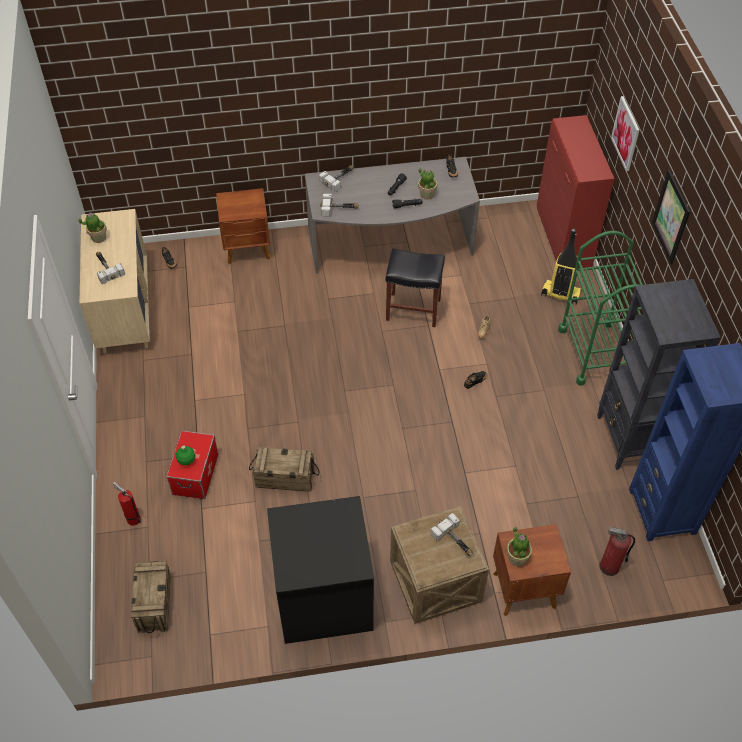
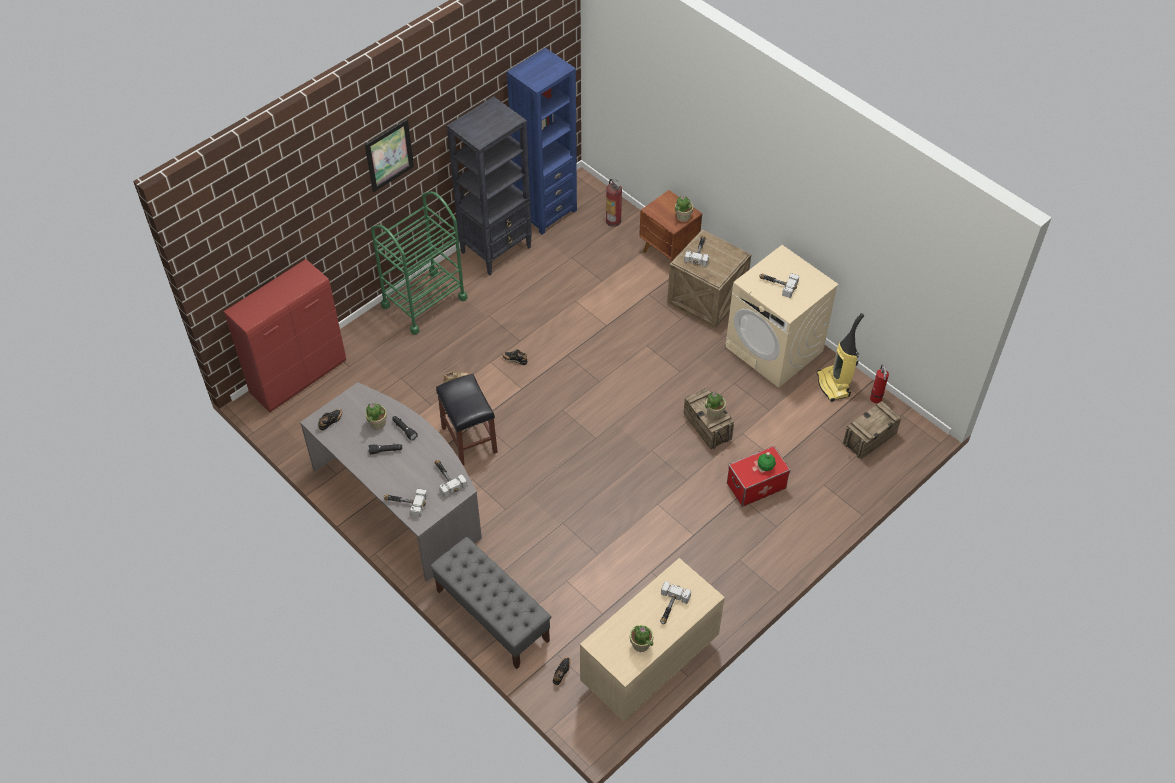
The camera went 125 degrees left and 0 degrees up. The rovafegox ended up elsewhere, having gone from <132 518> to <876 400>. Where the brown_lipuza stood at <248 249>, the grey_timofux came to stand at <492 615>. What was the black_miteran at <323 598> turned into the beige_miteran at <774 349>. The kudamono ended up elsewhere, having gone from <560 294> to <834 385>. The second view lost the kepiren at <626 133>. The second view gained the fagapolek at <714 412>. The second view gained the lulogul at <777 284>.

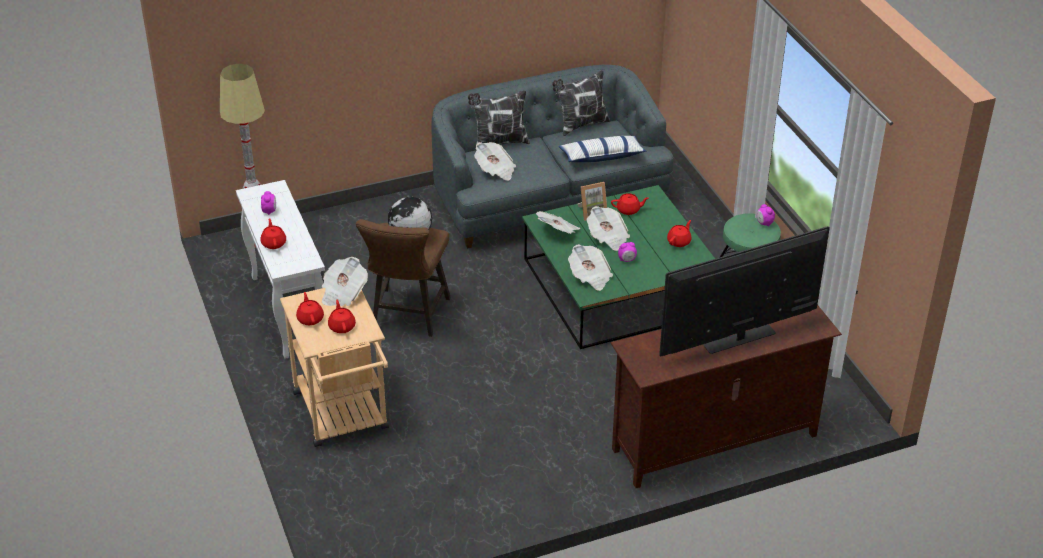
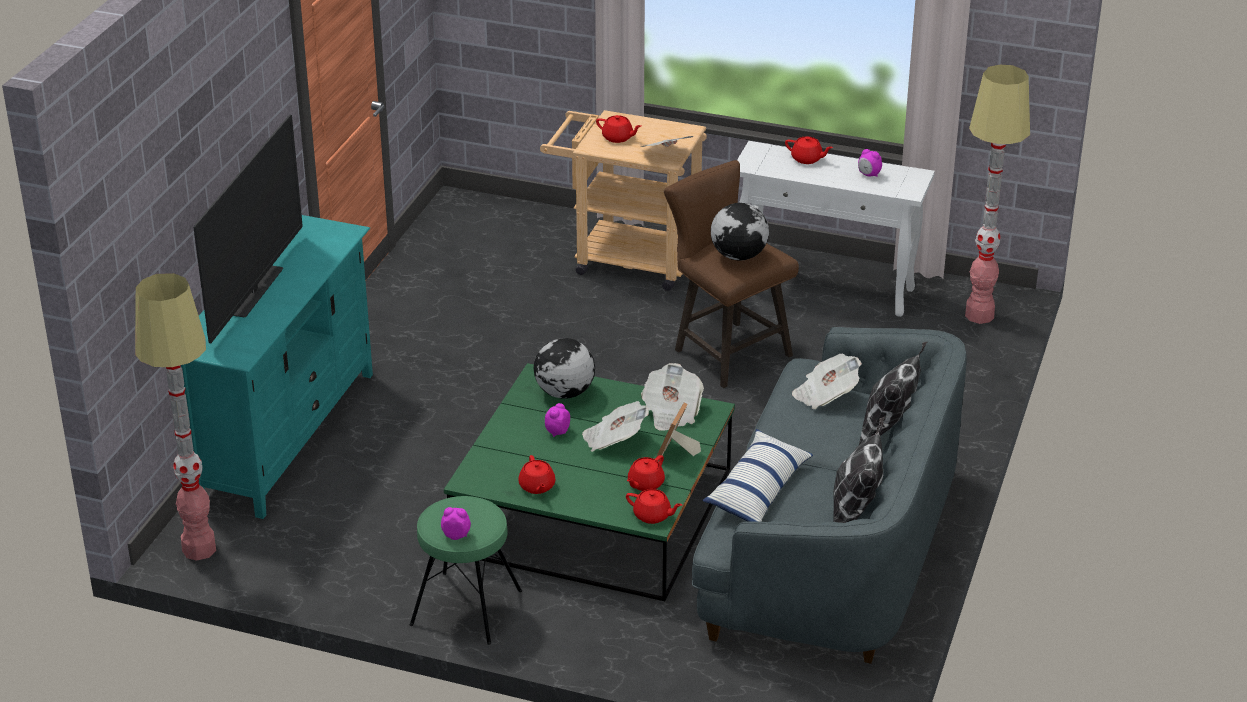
The camera went 130 degrees right and 5 degrees down. The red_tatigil ended up elsewhere, having gone from <310 318> to <653 516>. Where the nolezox stood at <590 277>, the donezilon came to stand at <564 393>. What was the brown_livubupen at <714 443> turned into the turquoise_livubupen at <286 436>. The second view gained the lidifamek at <199 549>.

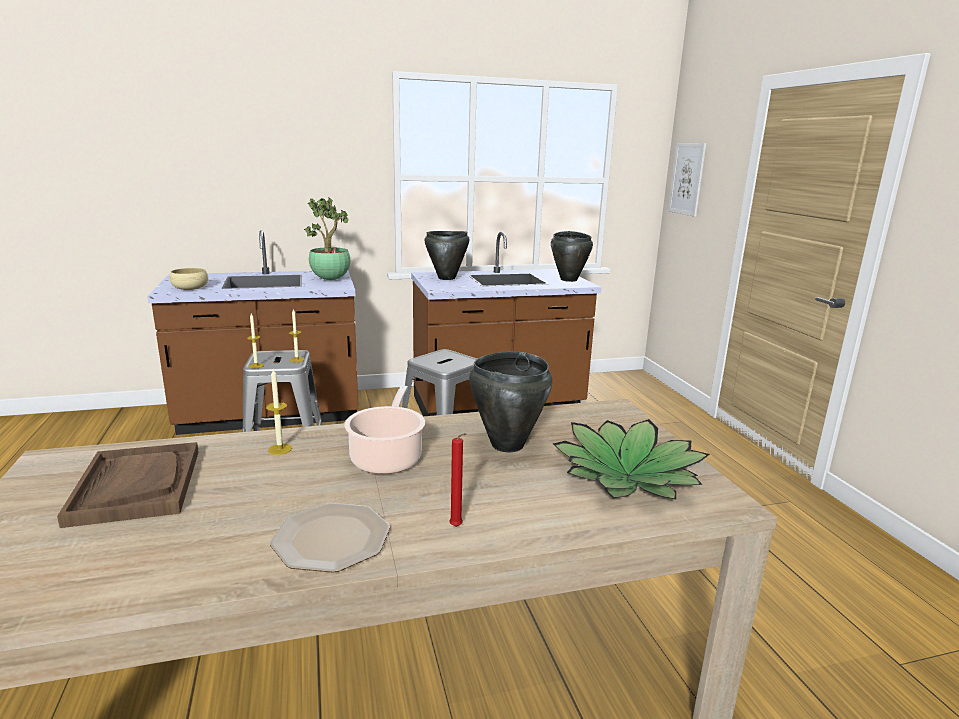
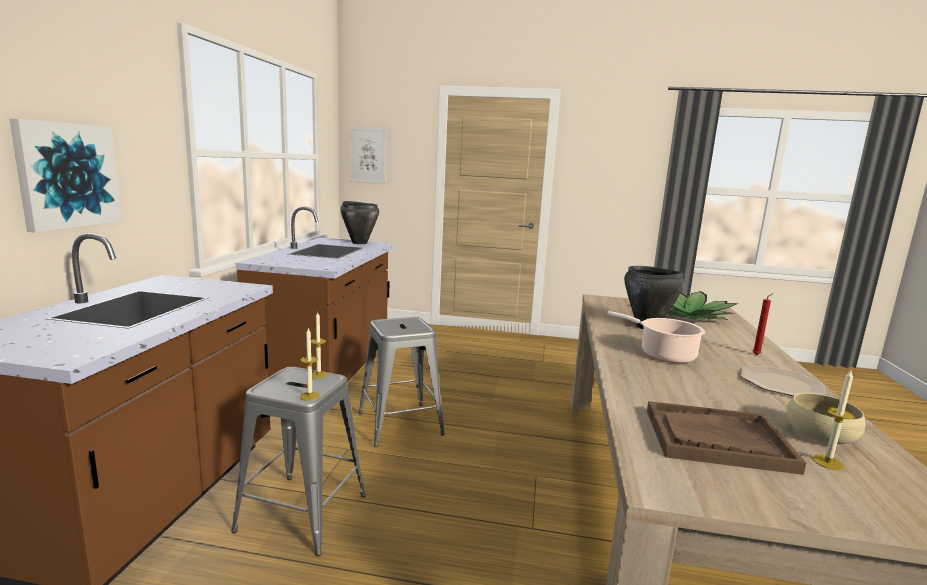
The camera went 65 degrees left and 5 degrees down. The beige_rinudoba ended up elsewhere, having gone from <190 288> to <820 435>. The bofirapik ended up elsewhere, having gone from <280 449> to <827 462>. The second view lost the fagapolek at <331 279>. The second view lost the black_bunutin at <447 278>. The second view gained the kepiren at <68 175>.

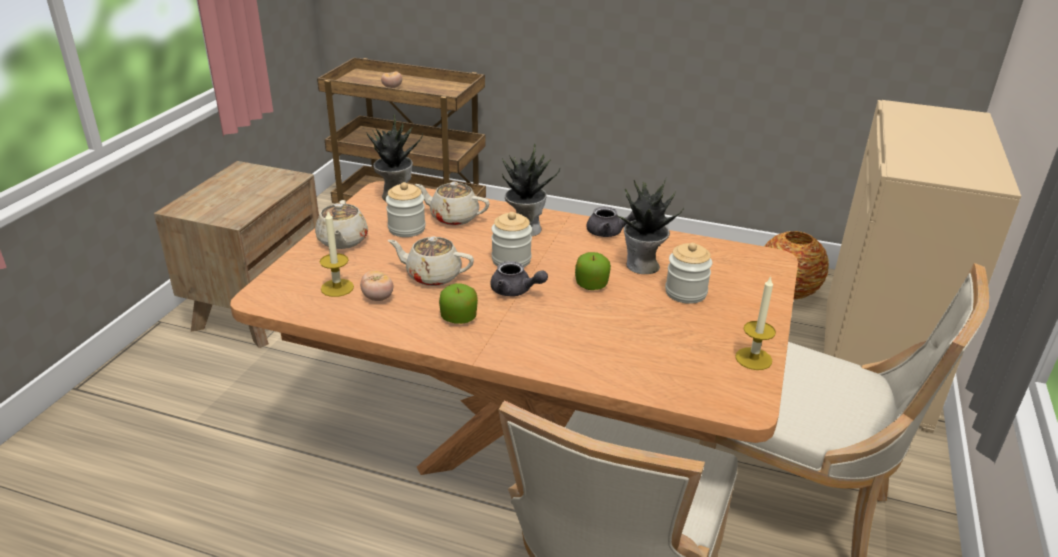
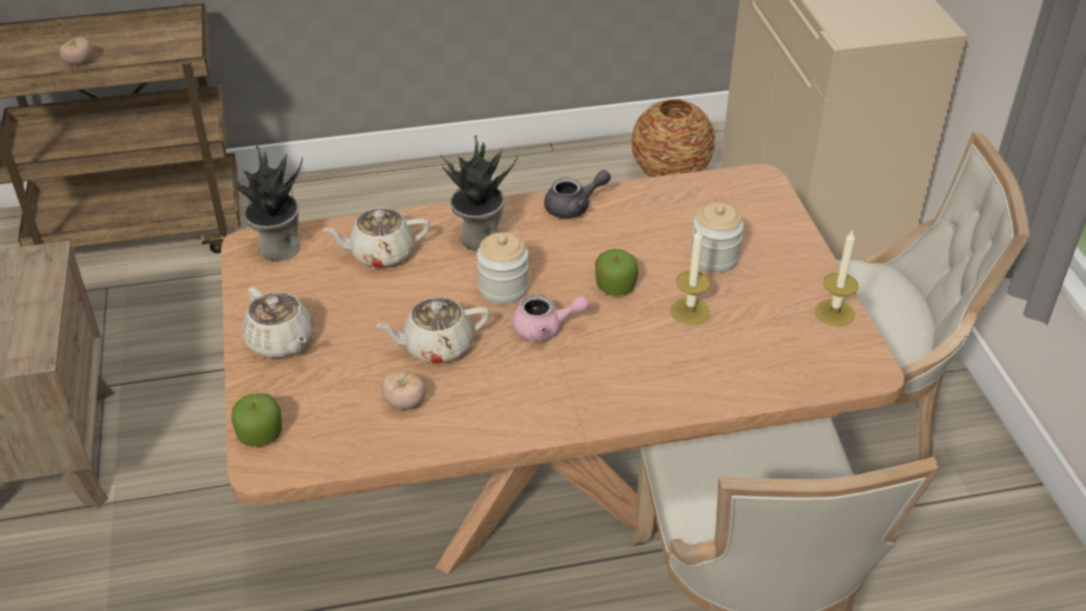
The camera went 30 degrees left and 10 degrees up. The bofirapik ended up elsewhere, having gone from <337 288> to <690 311>. The second view lost the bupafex at <406 229>. The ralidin ended up elsewhere, having gone from <459 318> to <260 434>. What was the grey_tatigil at <515 291> turned into the pink_tatigil at <545 328>. The second view lost the fagapolek at <642 266>.

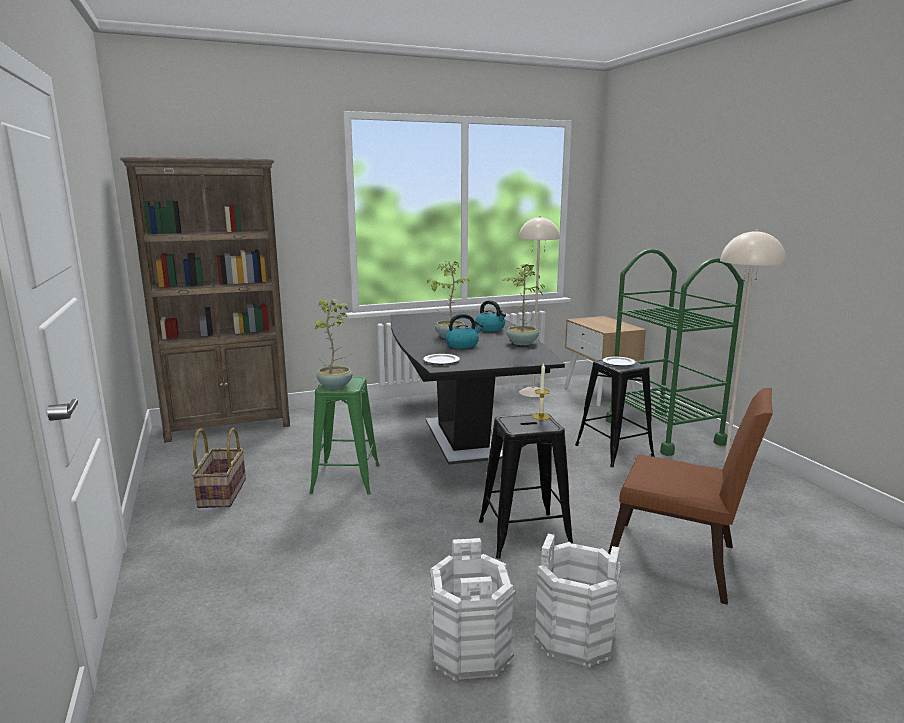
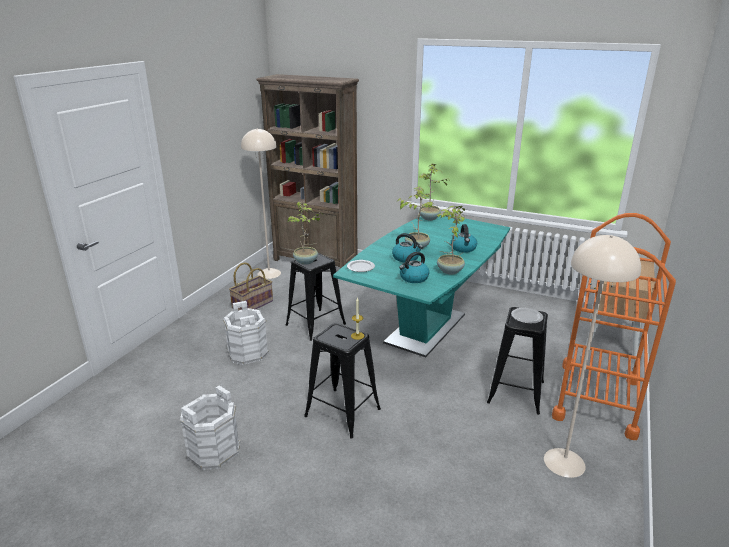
The camera went 45 degrees right and 10 degrees up. What was the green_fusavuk at <346 479> turned into the black_fusavuk at <315 324>. What was the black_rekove at <462 438> turned into the turquoise_rekove at <425 329>. The beige_lidifamek ended up elsewhere, having gone from <533 392> to <269 273>. The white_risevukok ended up elsewhere, having gone from <575 636> to <248 353>. What was the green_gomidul at <663 432> turned into the orange_gomidul at <597 399>. The second view lost the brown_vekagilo at <679 563>. The second view gained the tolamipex at <413 278>. The second view gained the fagapolek at <429 218>.

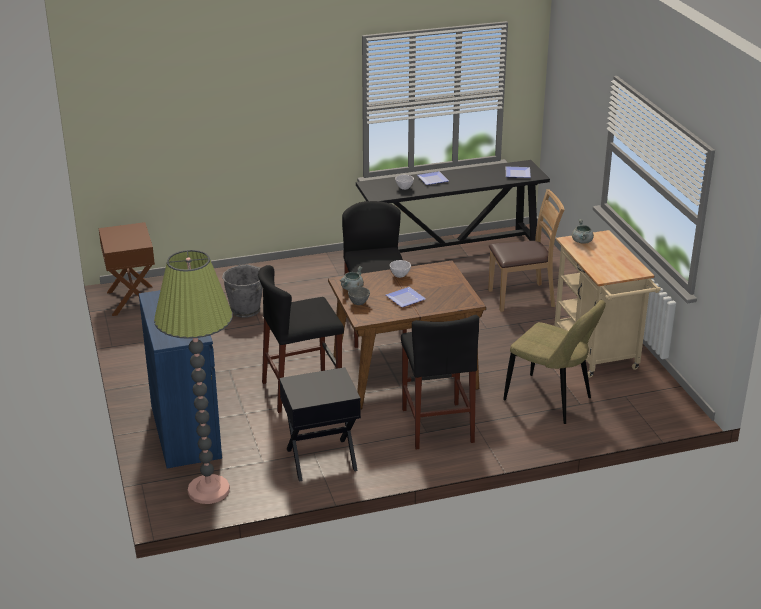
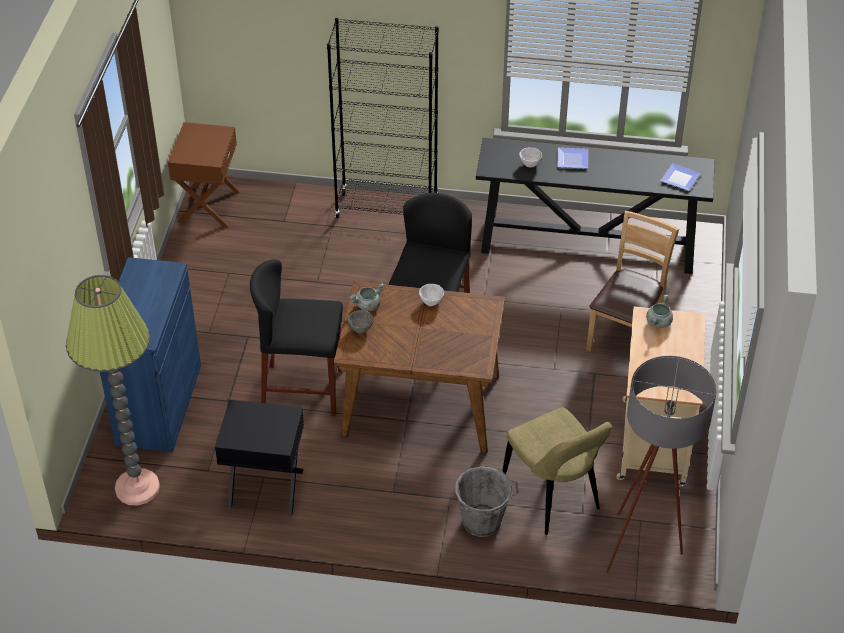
The camera went 25 degrees right and 15 degrees up. The grey_risevukok ended up elsewhere, having gone from <247 310> to <483 521>. The second view lost the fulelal at <407 299>. The second view lost the black_fusavuk at <437 425>. The brown_vekagilo at <522 297> ended up facing another way, 75 degrees counterclockwise from before. The second view gained the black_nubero at <387 210>. The second view gained the grey_lidifamek at <645 549>.

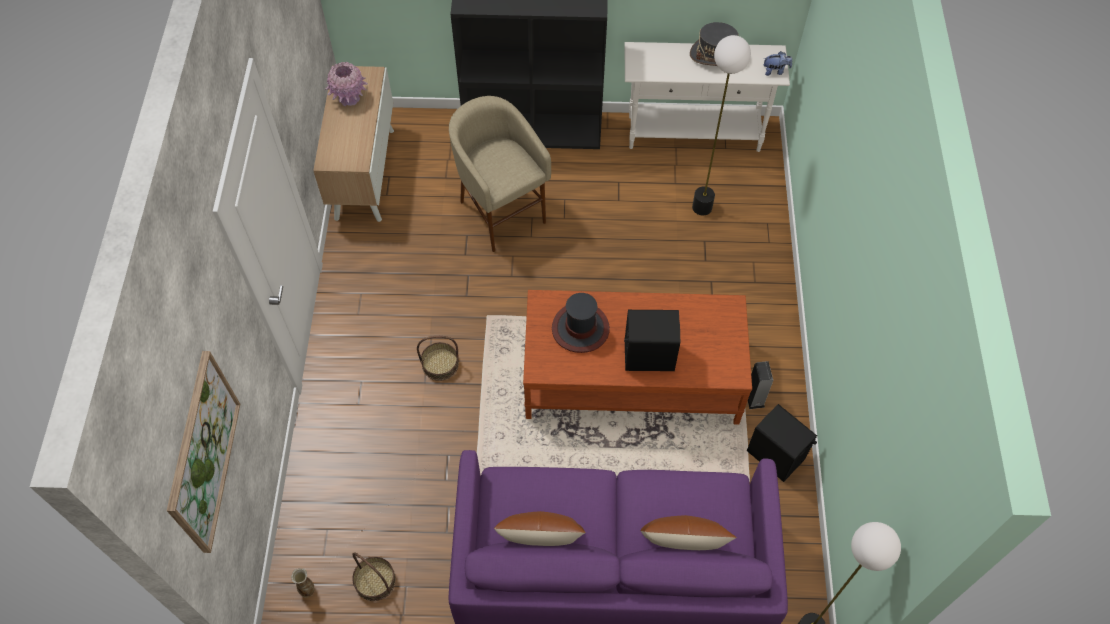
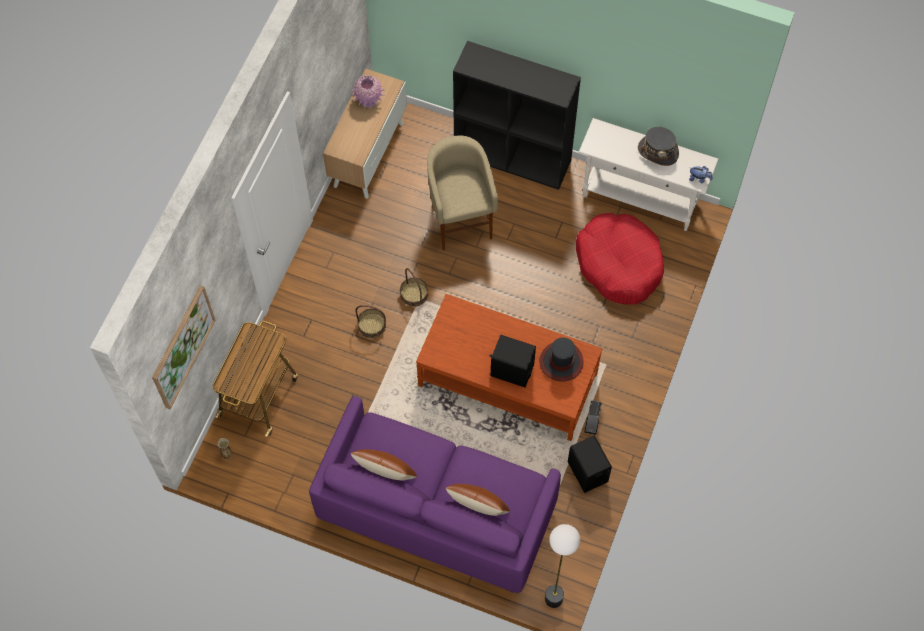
The camera went 20 degrees right and 5 degrees up. The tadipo ended up elsewhere, having gone from <375 581> to <414 294>. The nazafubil ended up elsewhere, having gone from <580 328> to <561 362>. Where the lidifamek stood at <702 207>, the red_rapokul came to stand at <619 264>. The second view gained the gomidul at <259 395>.

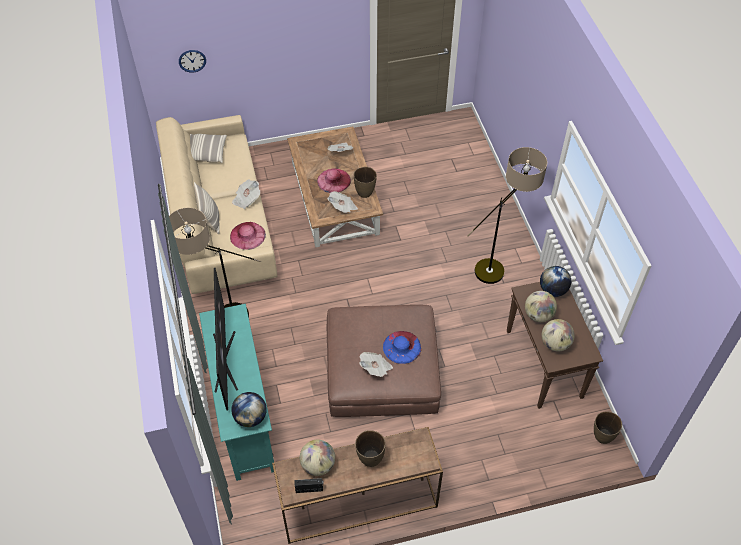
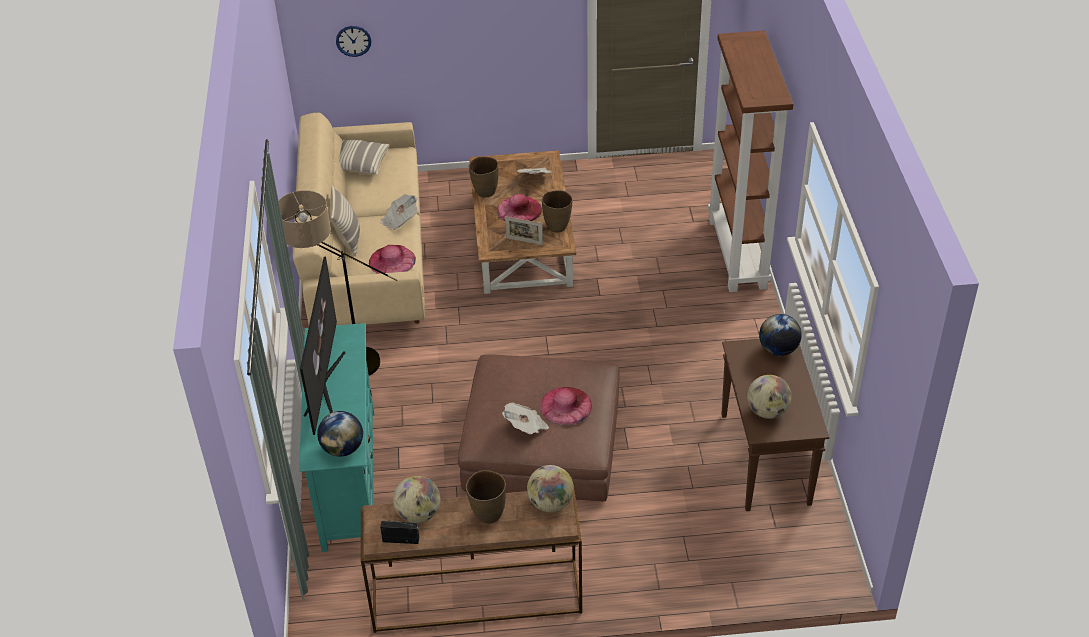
The camera went 10 degrees right and 10 degrees down. Where the nolezox stood at <343 207>, the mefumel came to stand at <524 241>. What was the blue_nazafubil at <402 347> turned into the pink_nazafubil at <566 405>. The second view lost the lidifamek at <499 267>. The donezilon ended up elsewhere, having gone from <538 315> to <550 503>. The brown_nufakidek ended up elsewhere, having gone from <602 437> to <485 192>. The second view gained the brown_nubero at <738 253>.

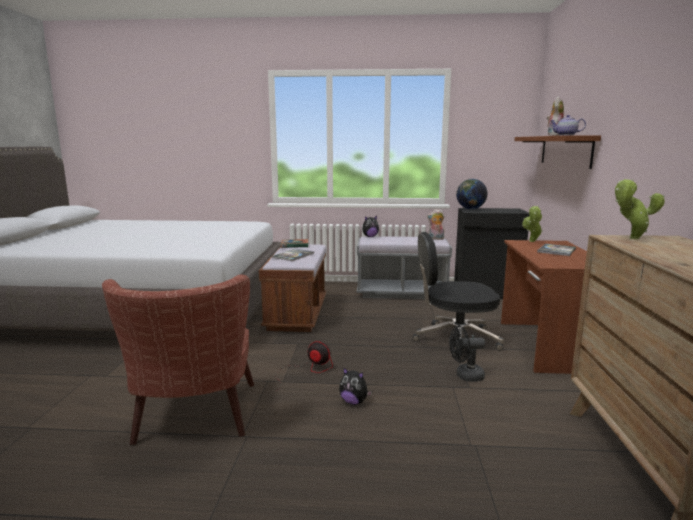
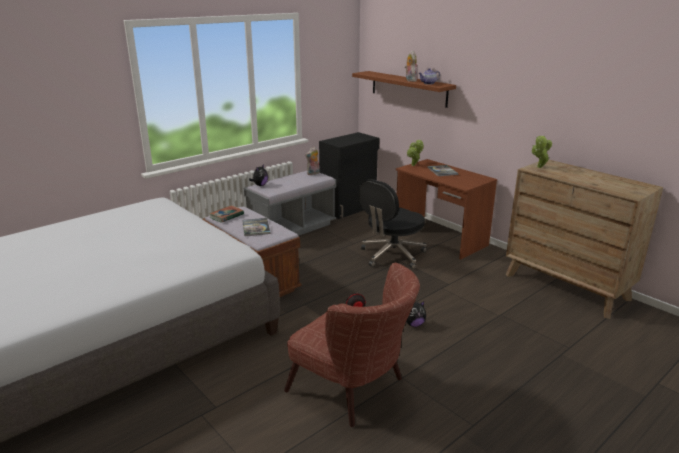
The camera went 45 degrees left and 10 degrees up. The second view lost the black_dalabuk at <465 376>. The second view lost the donezilon at <470 209>.

